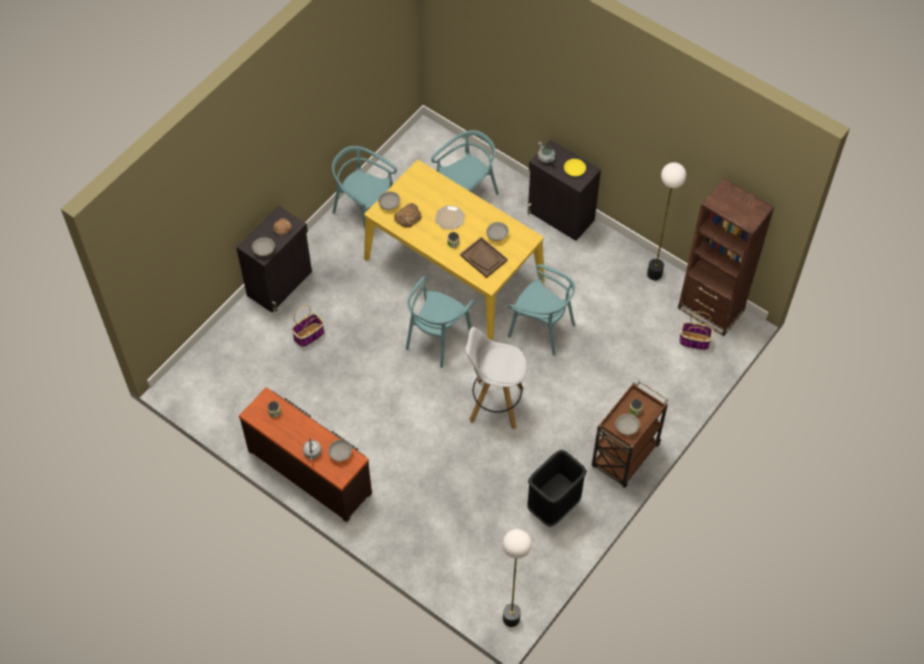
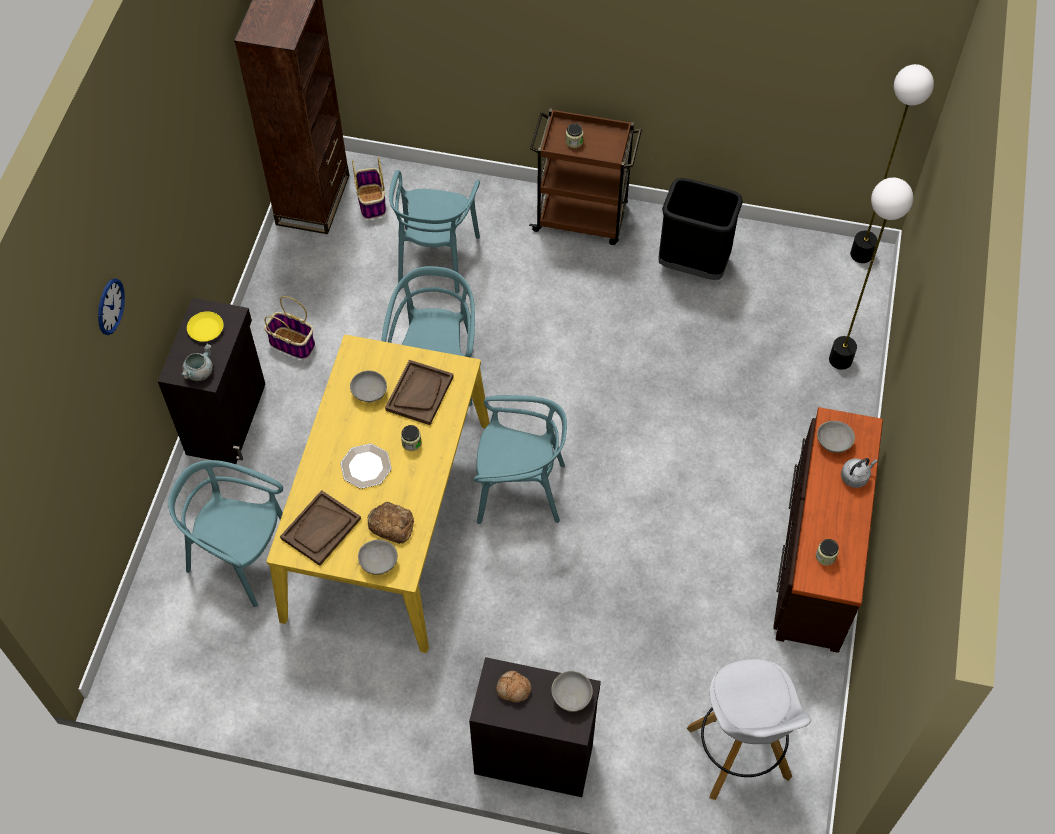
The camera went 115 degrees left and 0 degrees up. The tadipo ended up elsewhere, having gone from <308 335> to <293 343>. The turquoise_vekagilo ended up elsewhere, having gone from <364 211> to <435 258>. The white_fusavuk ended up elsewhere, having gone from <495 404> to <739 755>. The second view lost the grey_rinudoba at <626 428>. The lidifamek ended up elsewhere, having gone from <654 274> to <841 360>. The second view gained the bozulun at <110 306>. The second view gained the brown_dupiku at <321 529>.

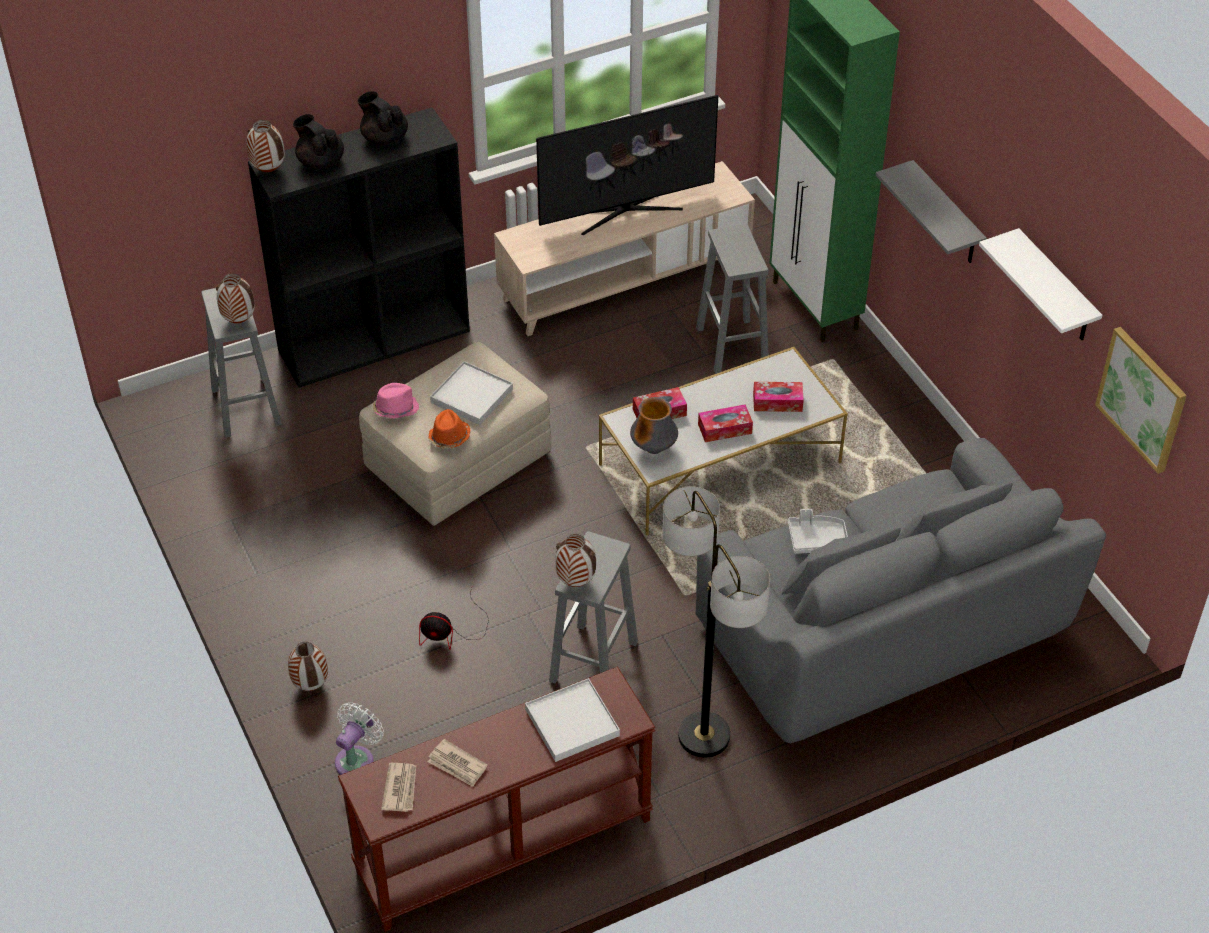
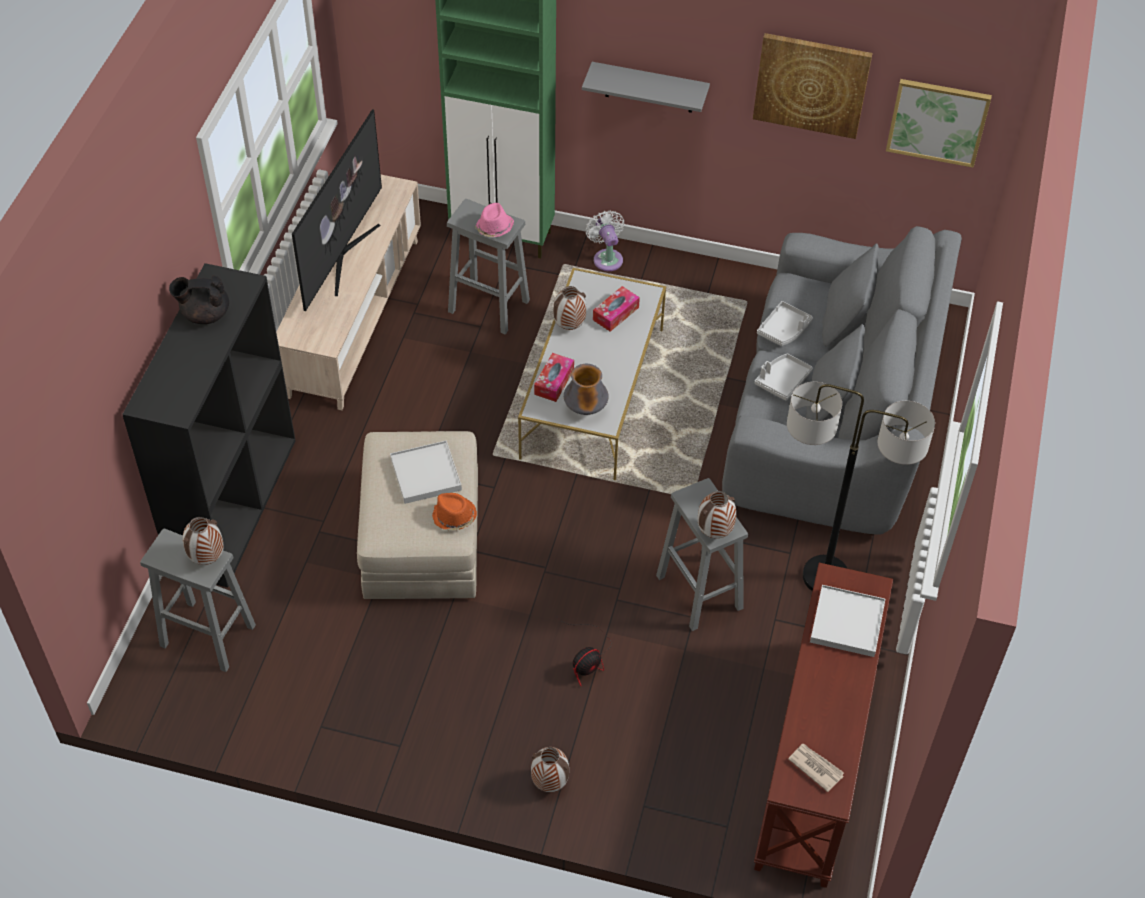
The camera went 50 degrees left and 5 degrees up. The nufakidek ended up elsewhere, having gone from <268 170> to <569 327>. The second view lost the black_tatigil at <320 161>. The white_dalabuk ended up elsewhere, having gone from <357 759> to <607 258>. The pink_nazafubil ended up elsewhere, having gone from <395 409> to <494 228>. The second view lost the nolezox at <457 765>. The second view lost the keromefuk at <724 429>. Where the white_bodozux hung at <1056 288>, the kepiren came to hang at <811 84>. The second view gained the grey_dupiku at <784 330>.

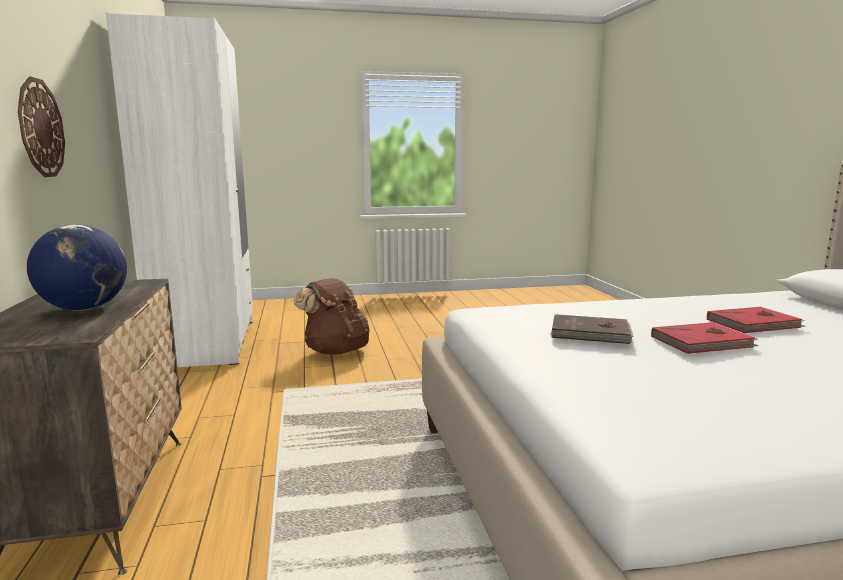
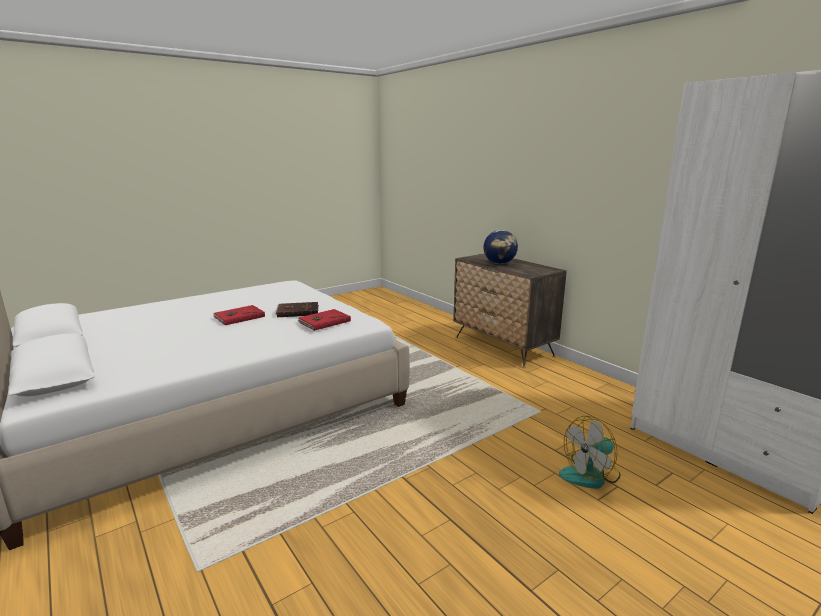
The camera went 155 degrees right and 5 degrees up. The second view lost the bozulun at <40 128>. Where the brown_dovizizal stood at <336 351>, the dalabuk came to stand at <590 475>. The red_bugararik ended up elsewhere, having gone from <754 324> to <324 321>.

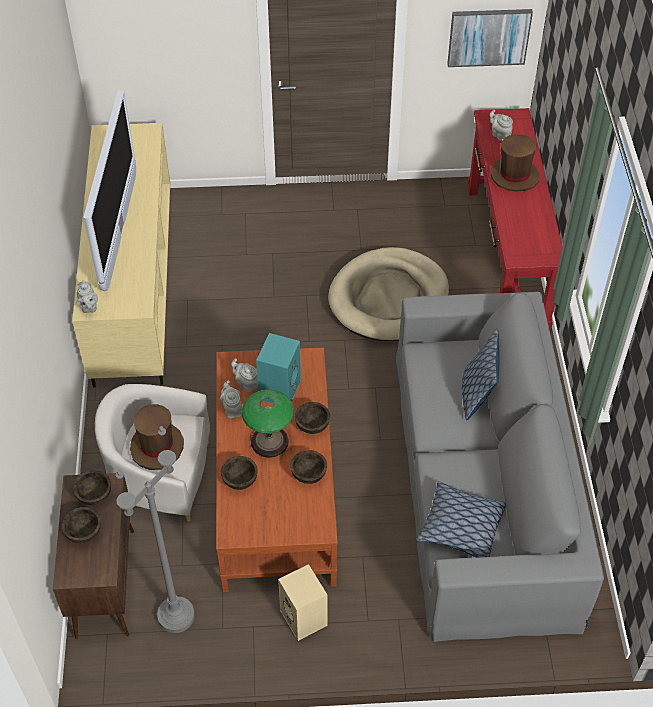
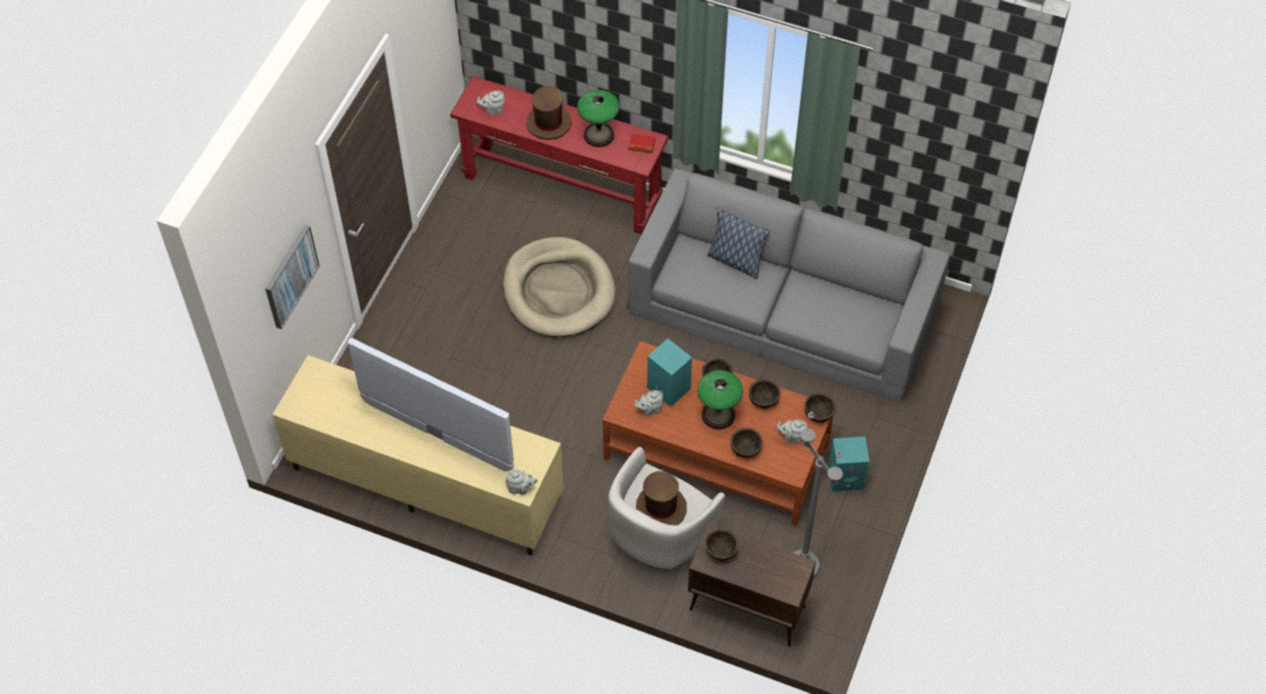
The camera went 65 degrees left and 5 degrees up. The brown_rinudoba ended up elsewhere, having gone from <84 532> to <819 414>. The grey_tatigil ended up elsewhere, having gone from <232 409> to <792 437>. What was the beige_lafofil at <305 618> turned into the turquoise_lafofil at <846 477>. The second view lost the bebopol at <461 527>. The kepiren ended up elsewhere, having gone from <488 37> to <290 276>. The second view gained the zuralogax at <599 135>. The second view gained the bugararik at <641 145>.

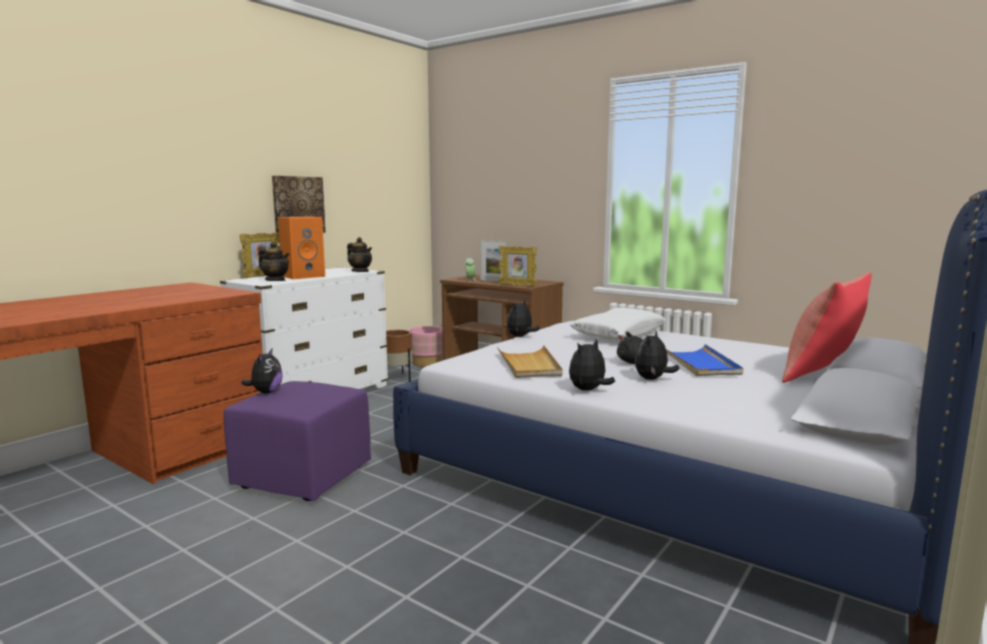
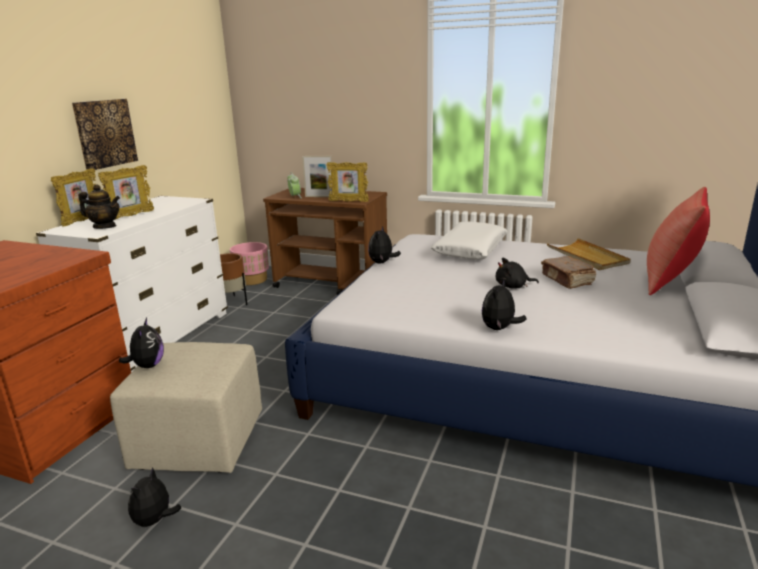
The camera went 15 degrees left and 10 degrees up. What was the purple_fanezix at <303 476> turned into the beige_fanezix at <199 441>. Where the orange_lafofil stood at <304 276>, the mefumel came to stand at <131 216>. The second view lost the tatigil at <360 271>. The beige_dupiku ended up elsewhere, having gone from <529 365> to <587 257>. The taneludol ended up elsewhere, having gone from <652 379> to <155 521>. Where the blue_dupiku stood at <699 363>, the brown_bugararik came to stand at <567 280>.

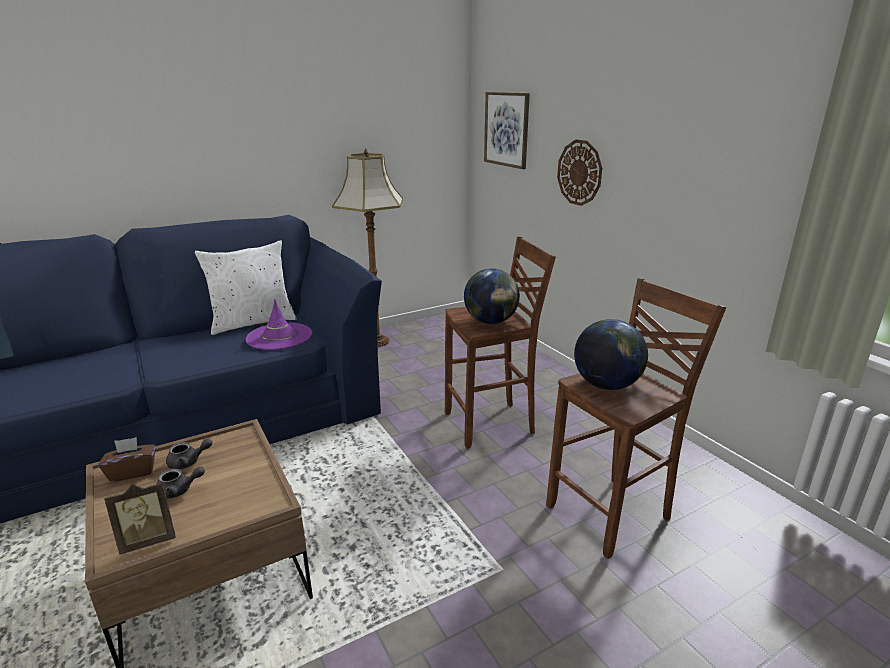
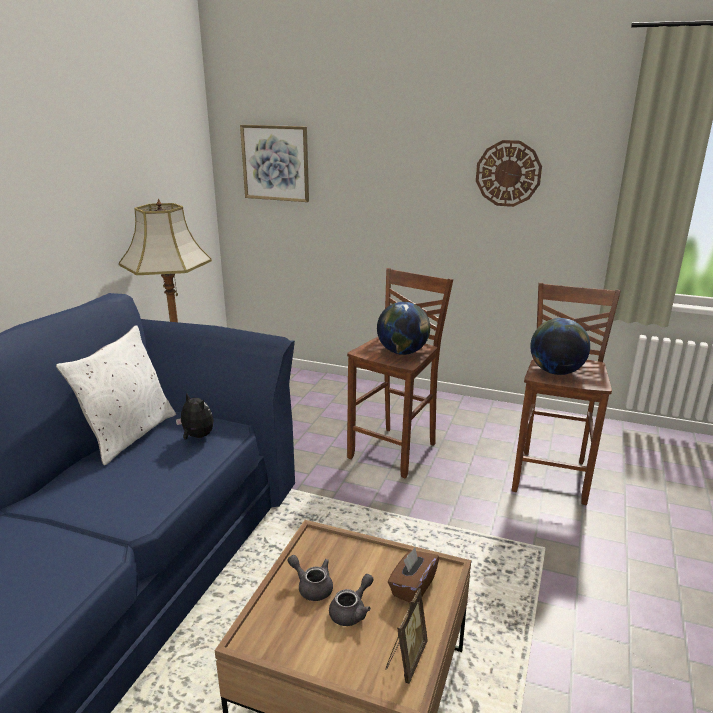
The camera went 40 degrees left and 0 degrees up. The brown_keromefuk ended up elsewhere, having gone from <133 471> to <412 587>. The grey_tatigil at <188 462> ended up facing another way, 90 degrees counterclockwise from before. Where the purple_nazafubil stood at <279 337>, the taneludol came to stand at <196 436>. The bozulun ended up elsewhere, having gone from <579 172> to <508 173>.

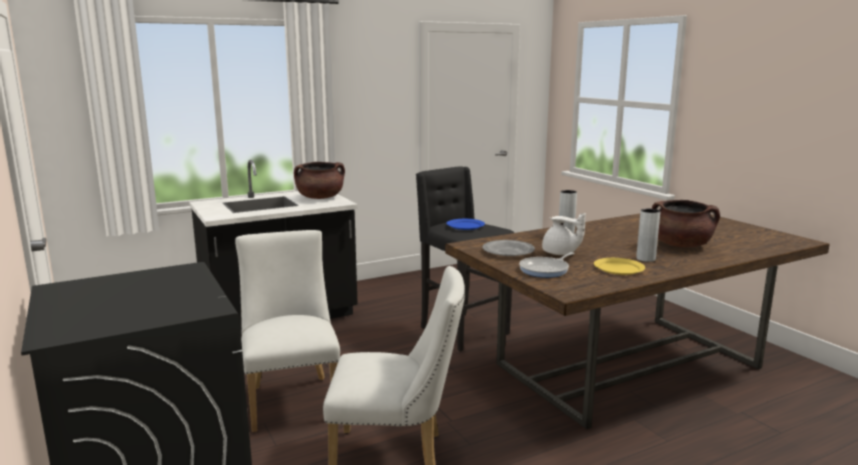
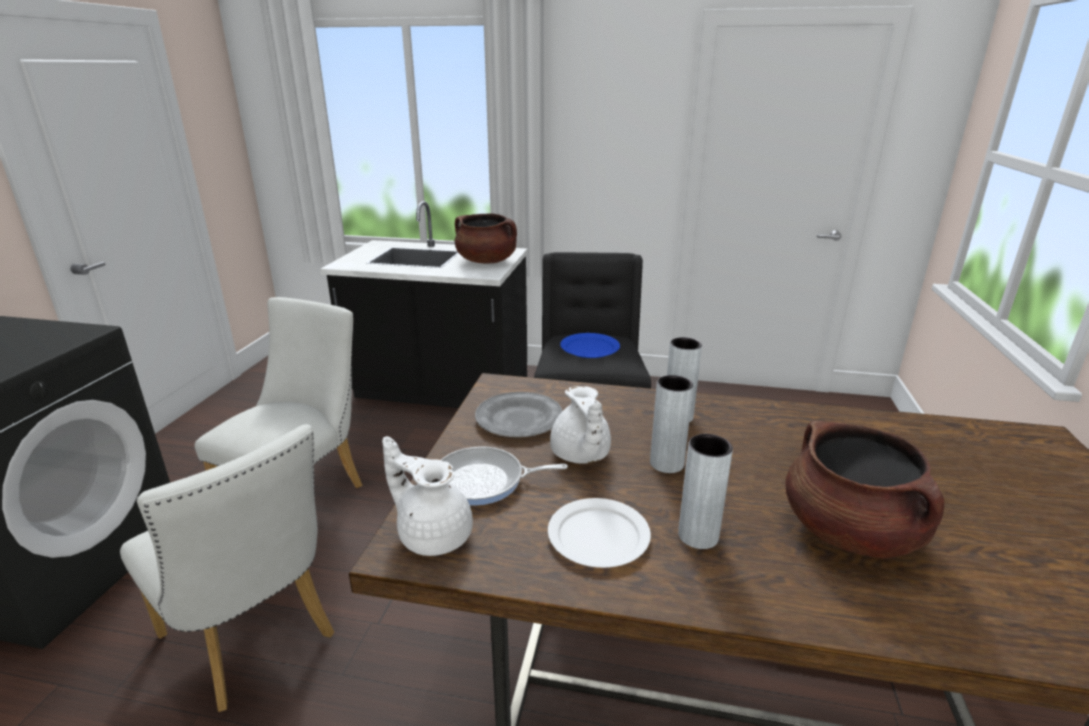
The camera went 40 degrees right and 10 degrees up. What was the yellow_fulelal at <619 268> turned into the white_fulelal at <599 536>. The second view gained the white_tatigil at <433 534>. The second view gained the grey_nufakidek at <666 464>.

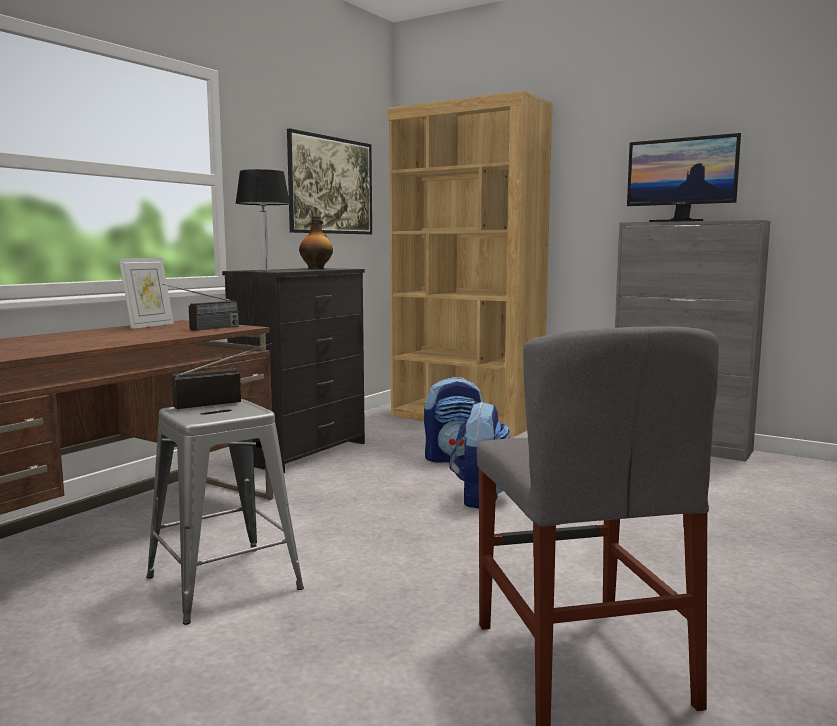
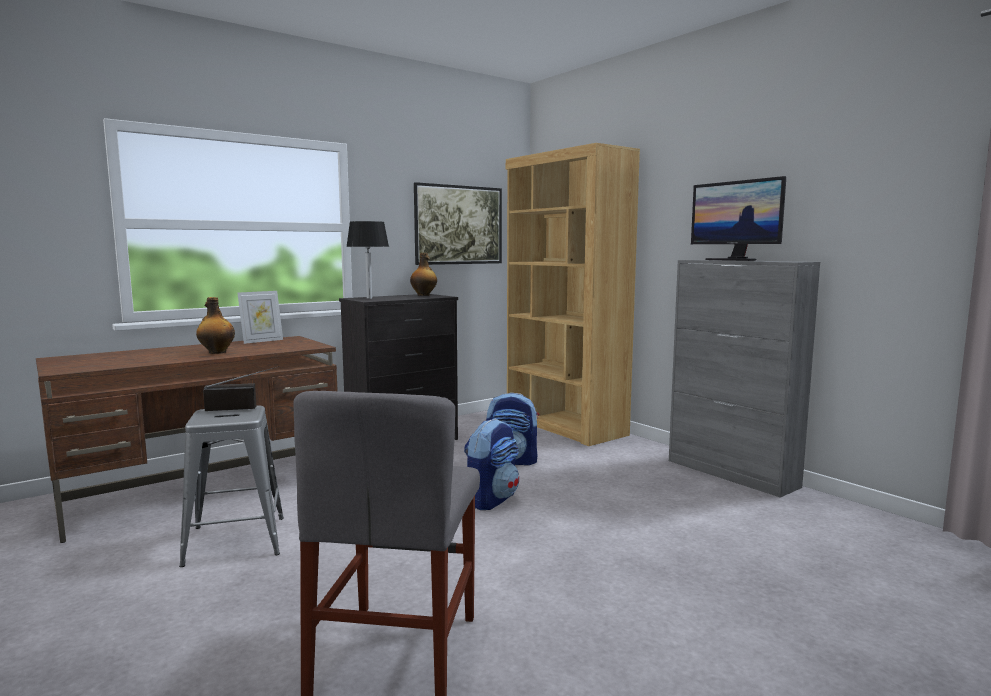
The camera went 20 degrees right and 0 degrees up. The second view lost the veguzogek at <204 329>. The second view gained the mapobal at <216 352>.

